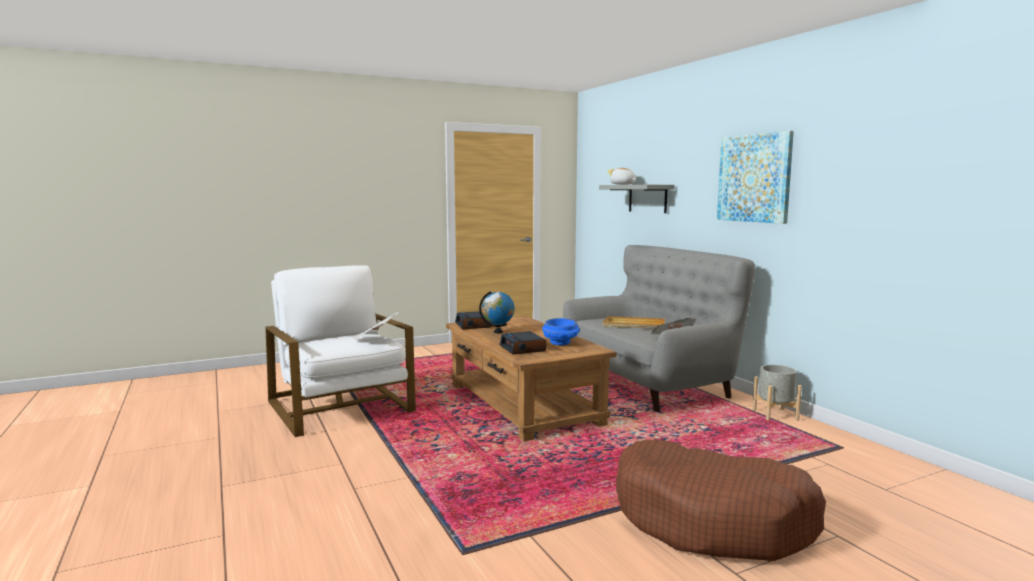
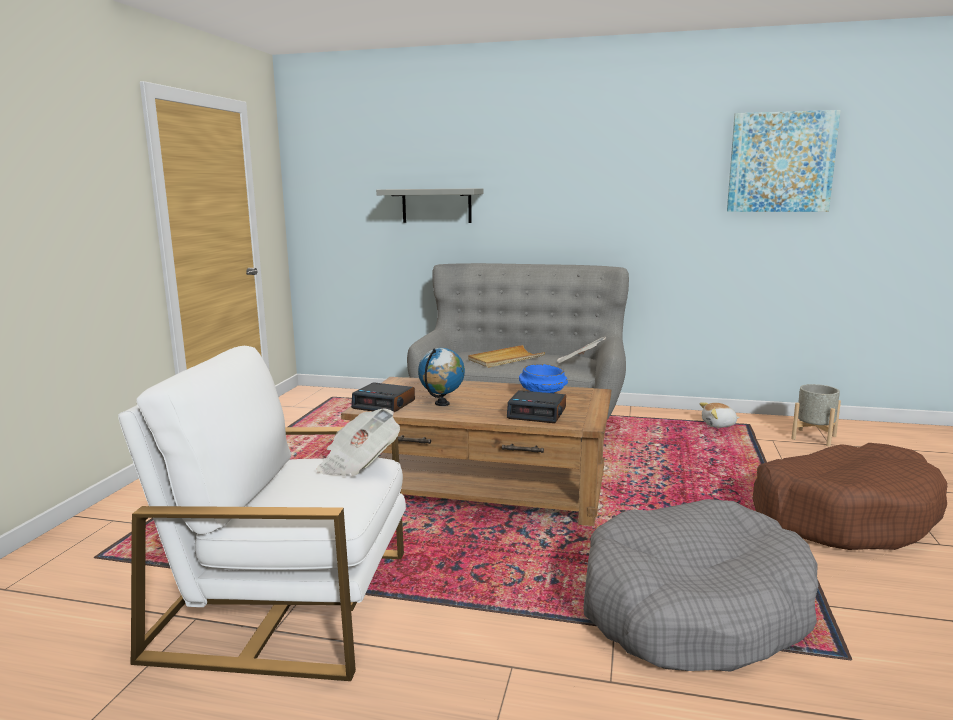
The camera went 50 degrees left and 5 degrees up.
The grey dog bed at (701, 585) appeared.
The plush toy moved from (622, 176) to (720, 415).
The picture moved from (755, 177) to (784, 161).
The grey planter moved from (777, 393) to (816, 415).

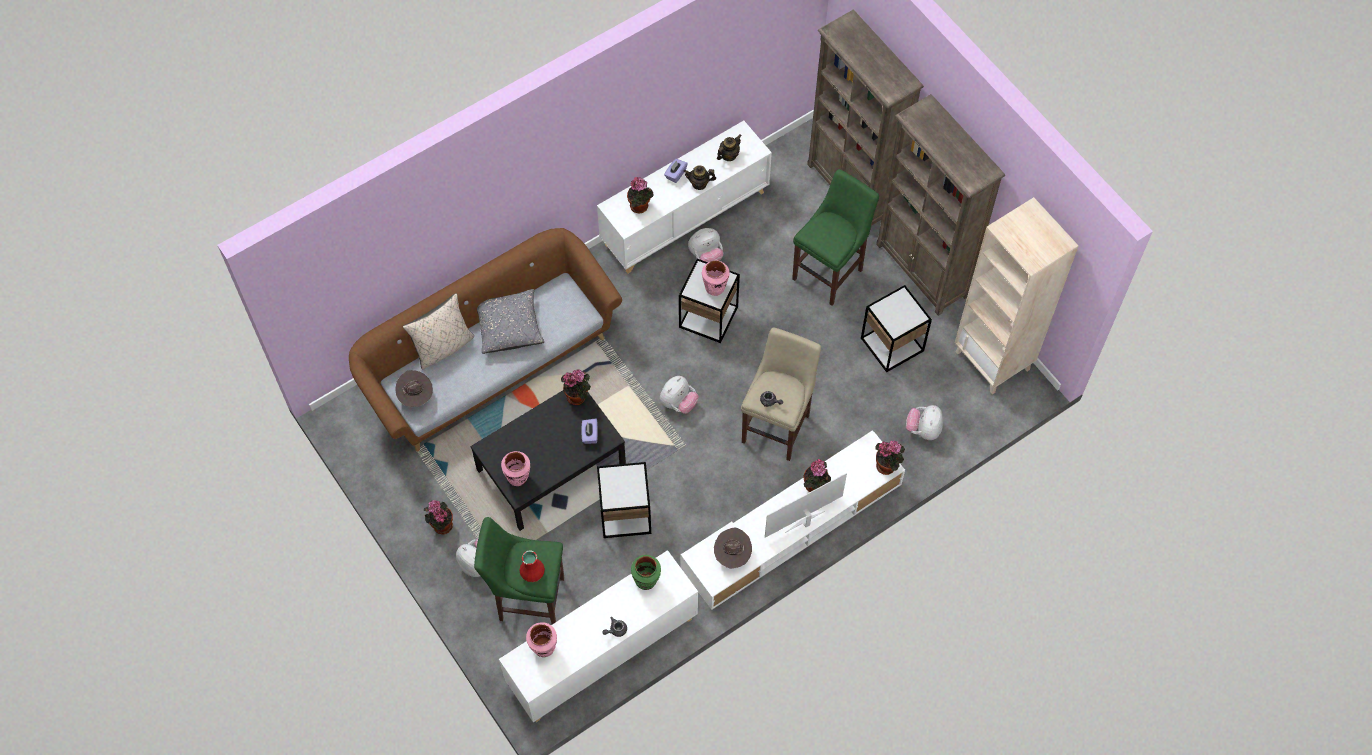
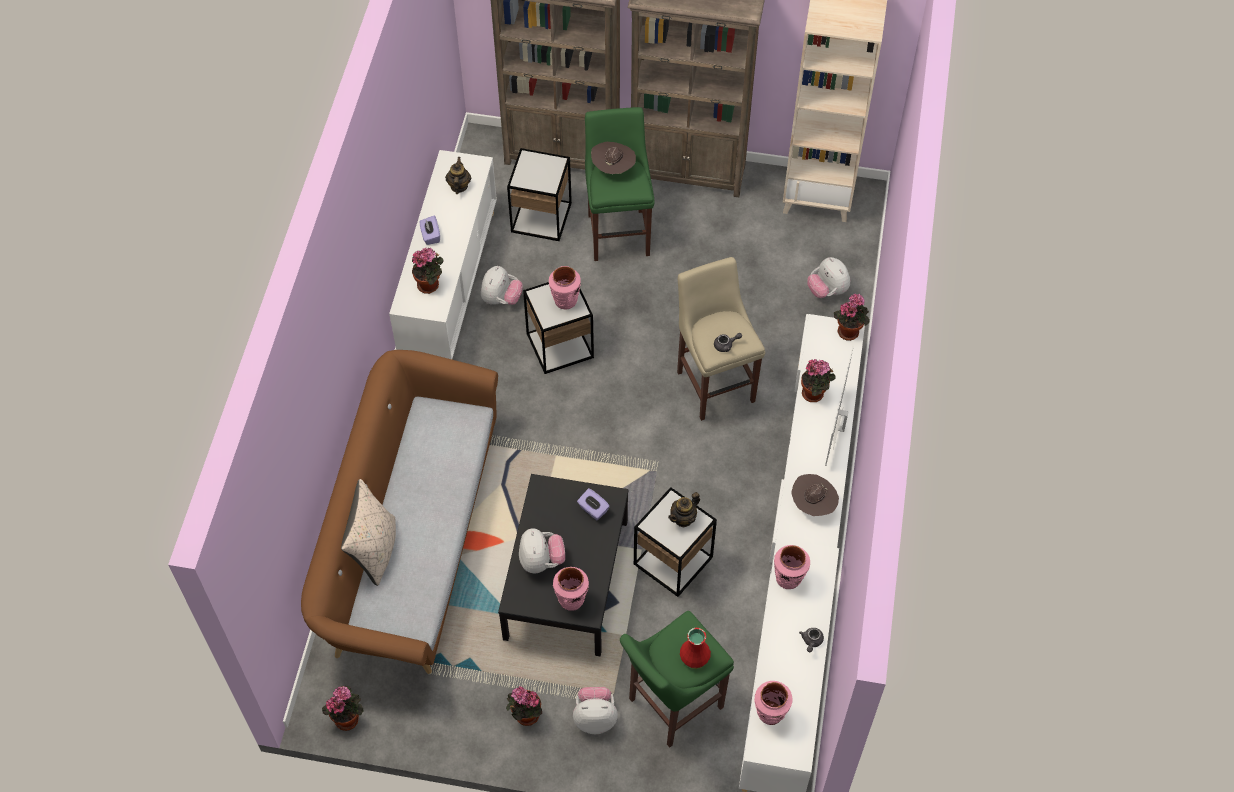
The camera went 45 degrees left and 5 degrees down.
The potted plant moved from (576, 387) to (342, 708).
The side table moved from (896, 328) to (539, 194).
The plush toy moved from (679, 395) to (542, 550).
The brown hat moved from (414, 388) to (613, 158).
The teapot moved from (699, 177) to (684, 510).
The green vase at (646, 572) became the pink vase at (792, 567).
The grey pillow at (510, 321) disappeared.

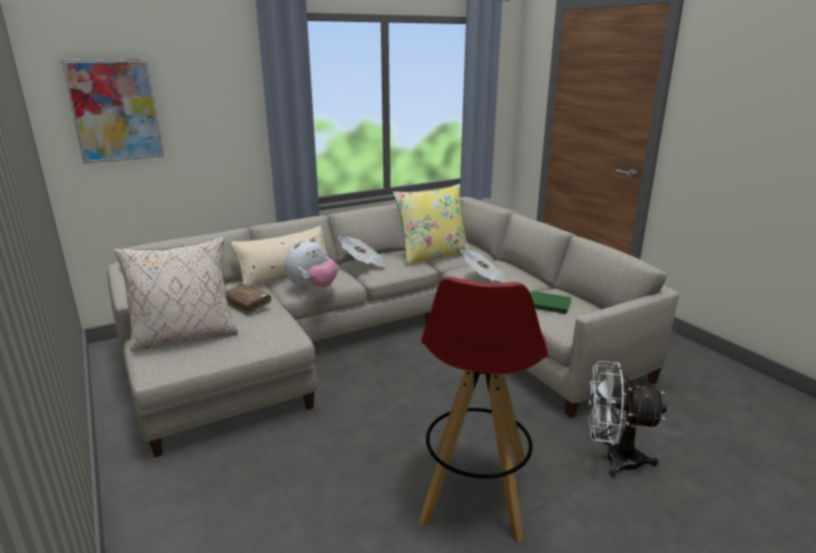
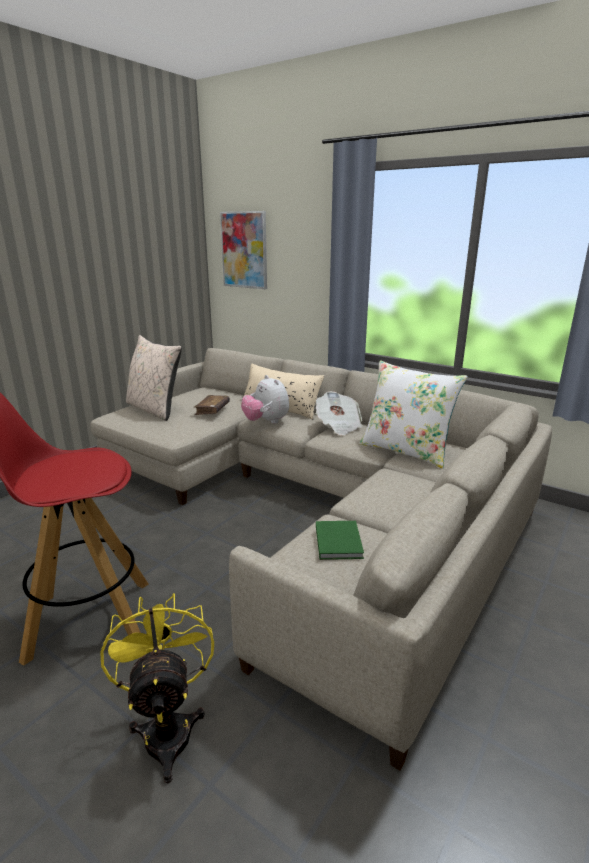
The camera went 65 degrees right and 0 degrees up.
The white fan at (627, 419) became the yellow fan at (157, 688).
The plush toy at (311, 264) turned 45 degrees clockwise.
The yellow pillow at (431, 225) became the white pillow at (413, 414).
The newspaper at (484, 266) disappeared.

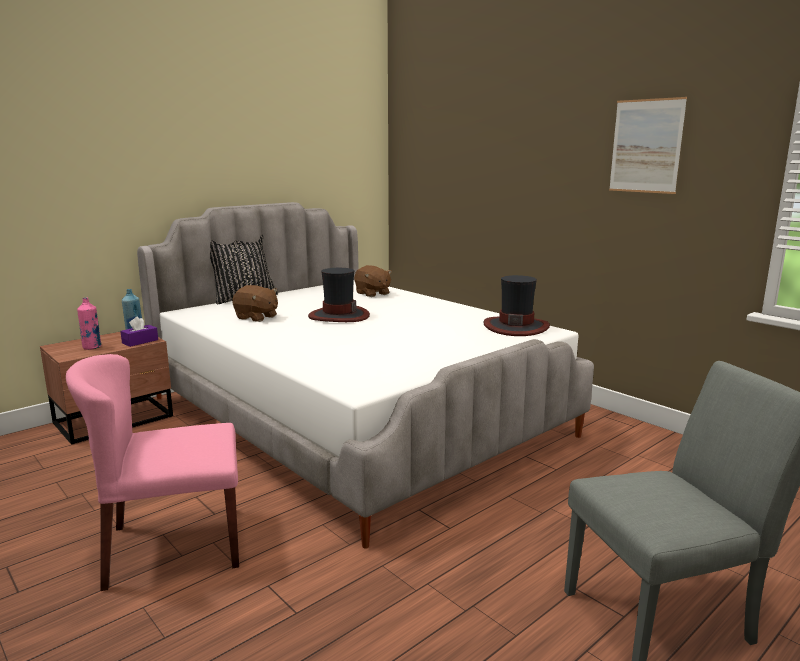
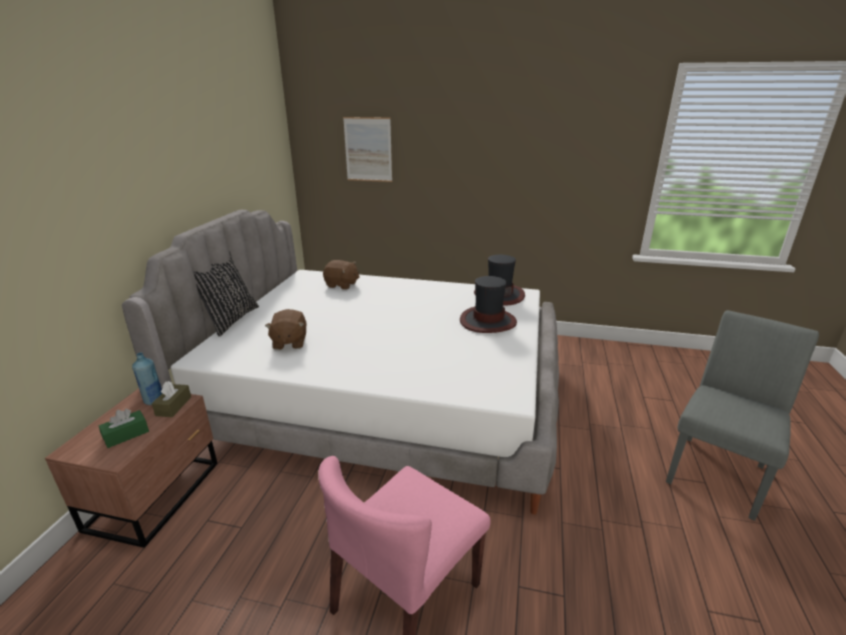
The camera went 35 degrees left and 10 degrees up.
The pink bottle at (89, 323) was replaced by the green tissue box at (124, 428).
The purple tissue box at (139, 331) became the brown tissue box at (171, 399).
The brown plush toy at (255, 303) turned 90 degrees clockwise.
The picture moved from (648, 145) to (367, 149).
The hat moved from (339, 295) to (488, 304).

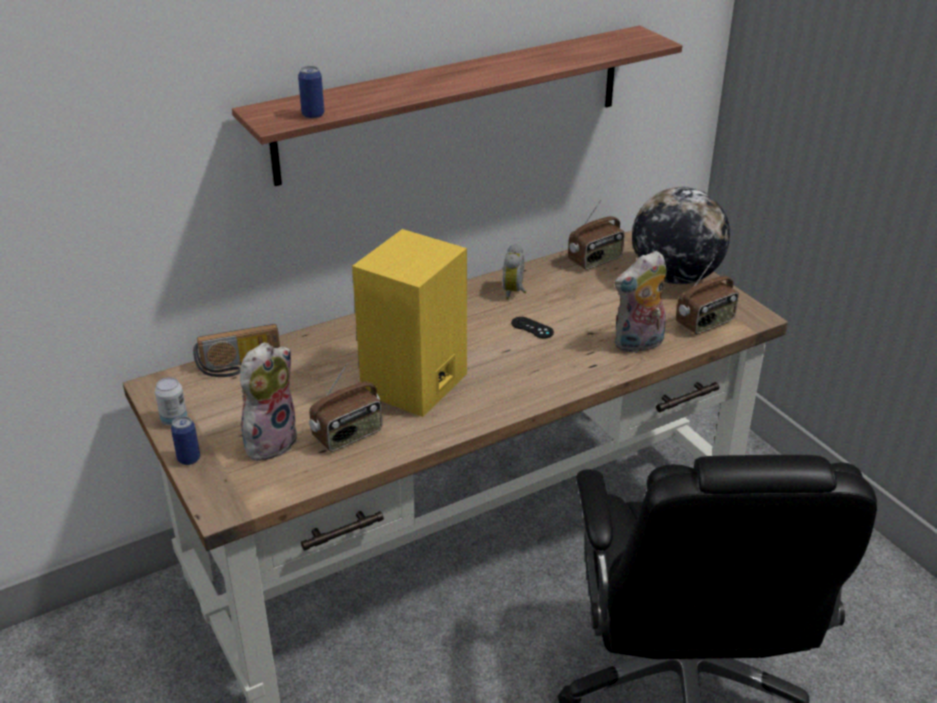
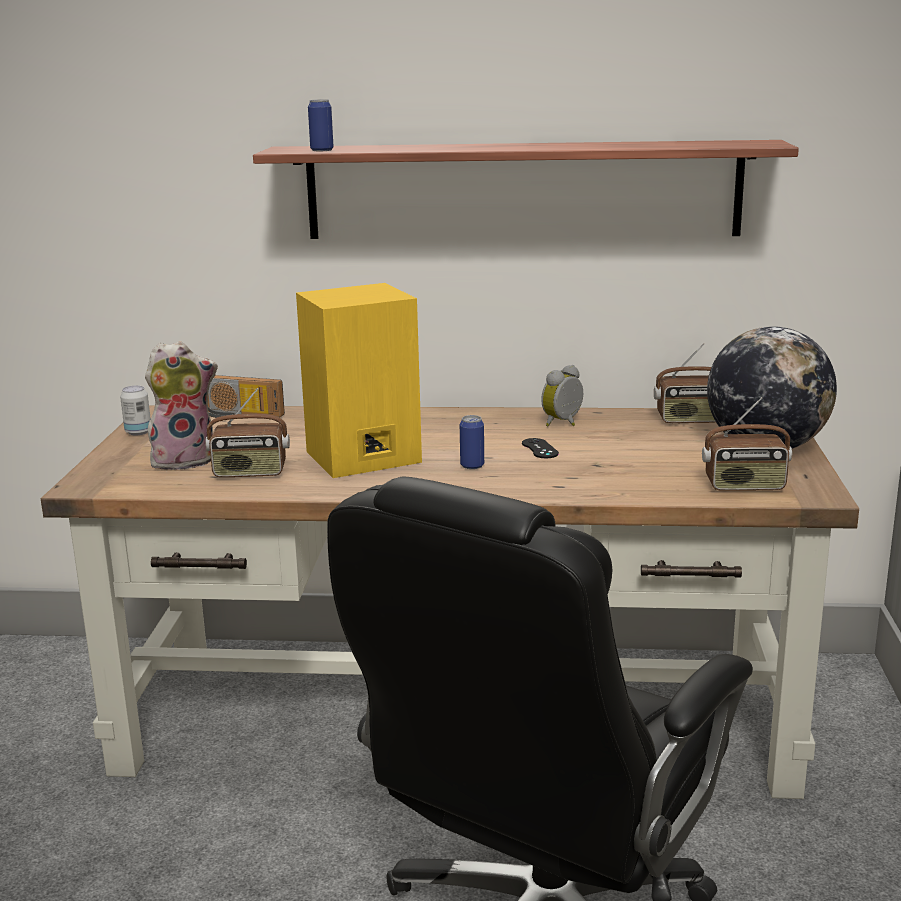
The camera went 35 degrees right and 15 degrees down.
The can moved from (185, 440) to (472, 442).
The plush toy at (640, 302) disappeared.

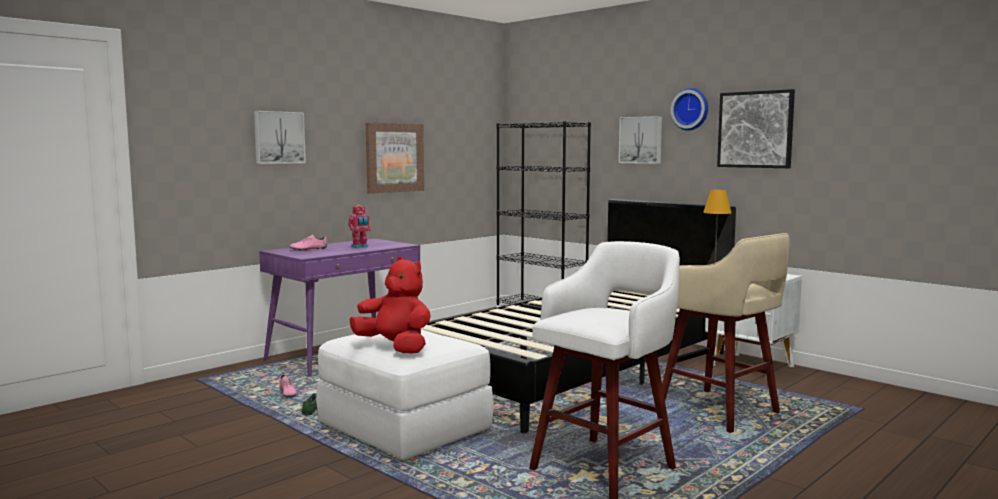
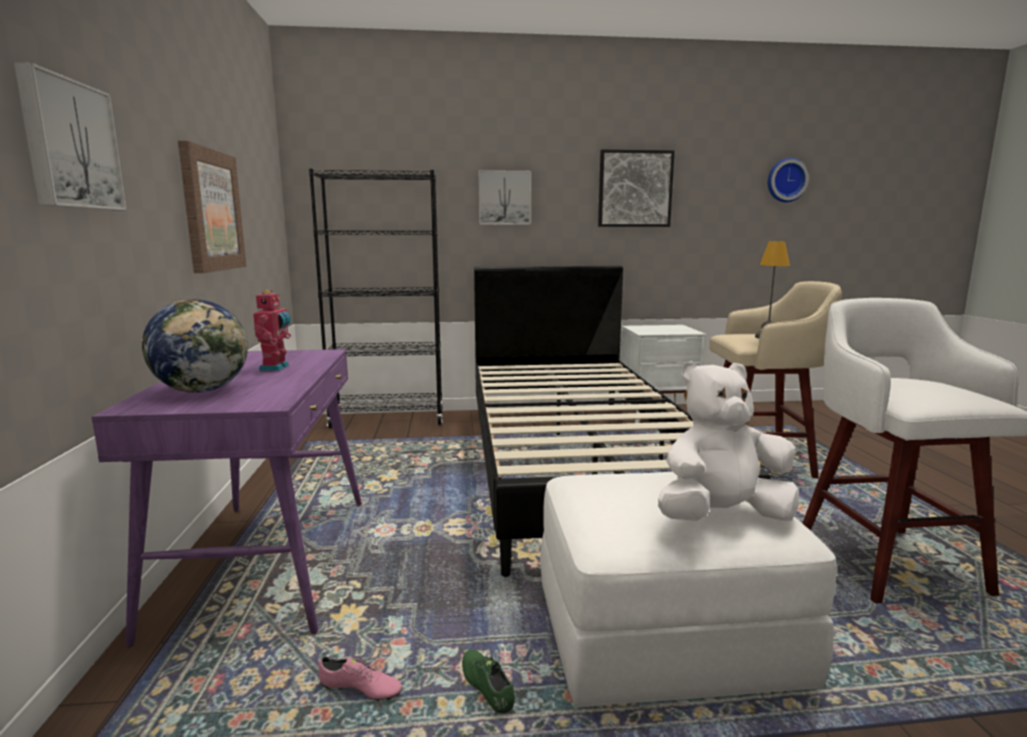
The camera went 50 degrees left and 5 degrees up.
The pink shoe at (308, 242) was replaced by the globe at (194, 346).
The red plush toy at (390, 305) became the white plush toy at (728, 441).
The wall clock moved from (689, 109) to (788, 180).

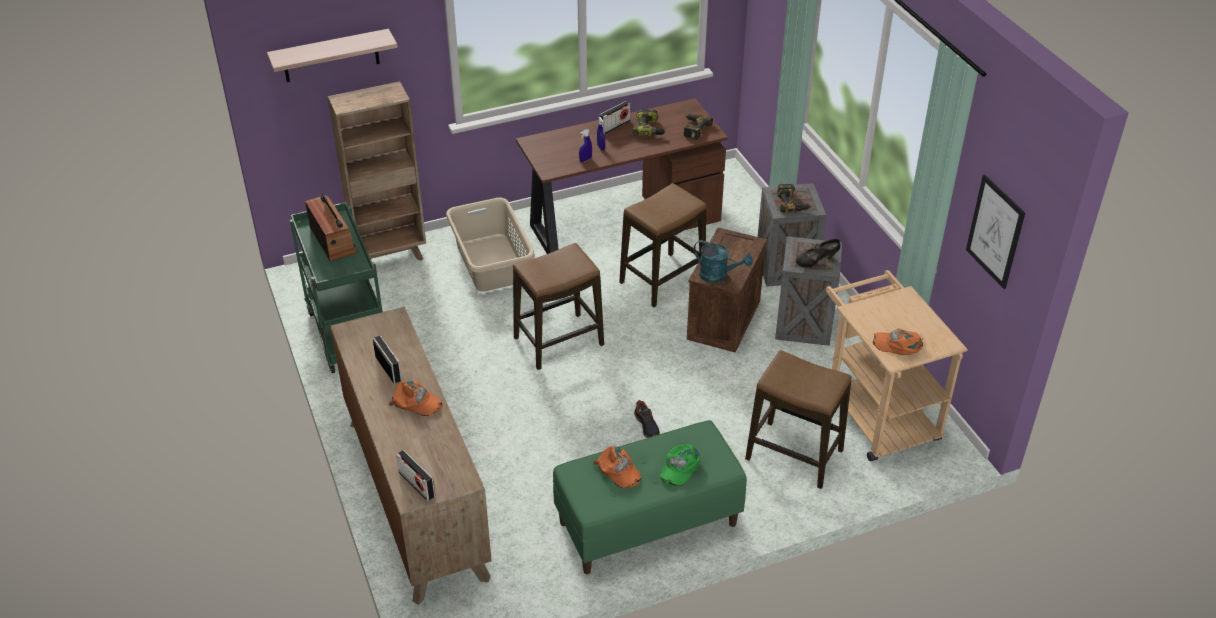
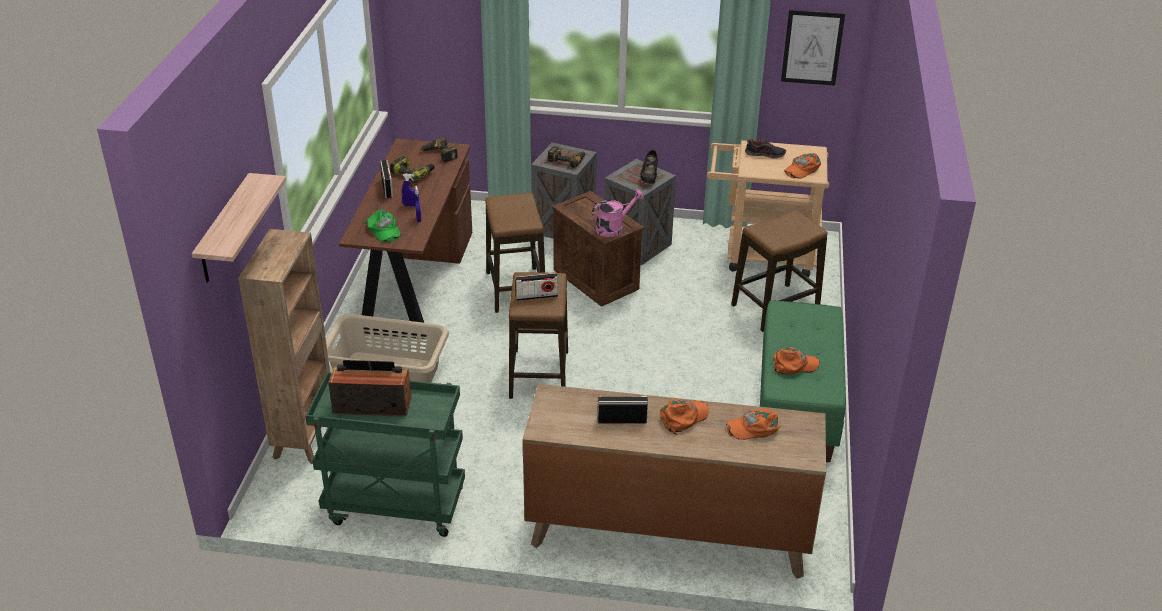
The camera went 60 degrees left and 5 degrees down.
The green cap moved from (680, 465) to (383, 225).
The radio moved from (415, 475) to (536, 287).
The turquoise watering can at (723, 261) became the pink watering can at (618, 213).
The orange cap at (753, 424) appeared.
The shoe moved from (647, 419) to (765, 149).

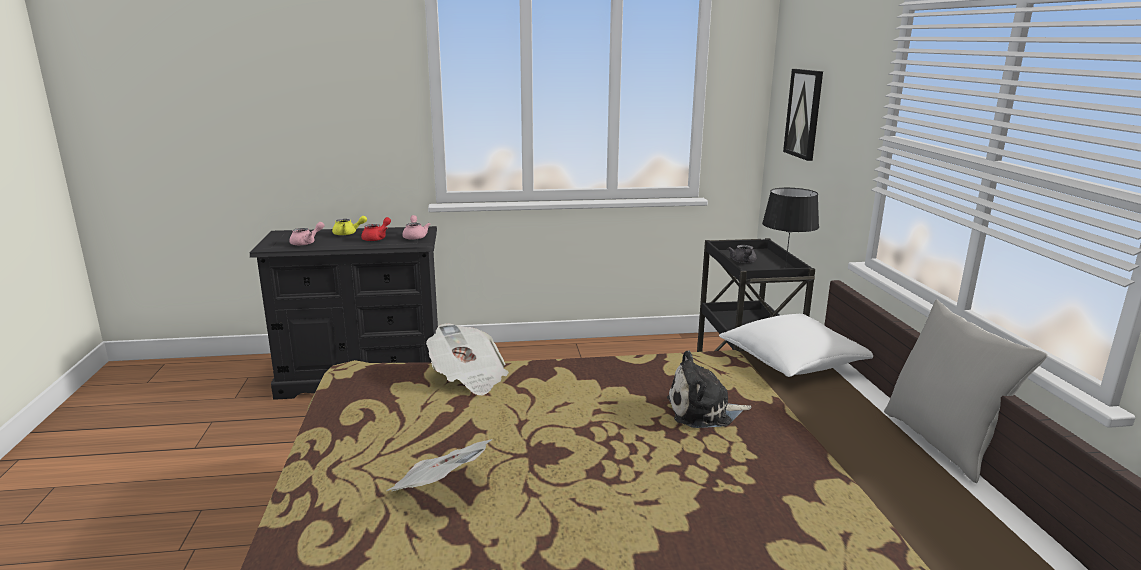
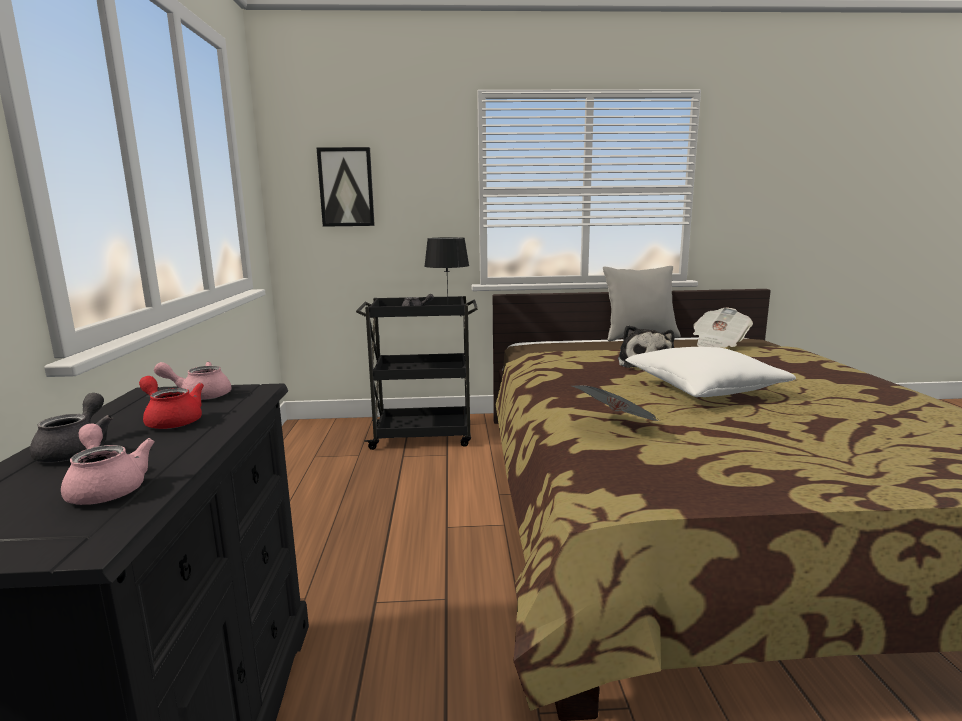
The camera went 85 degrees left and 5 degrees down.
The yellow teapot at (349, 226) became the grey teapot at (71, 427).
The white pillow moved from (796, 345) to (710, 372).
The newspaper moved from (440, 465) to (723, 328).

